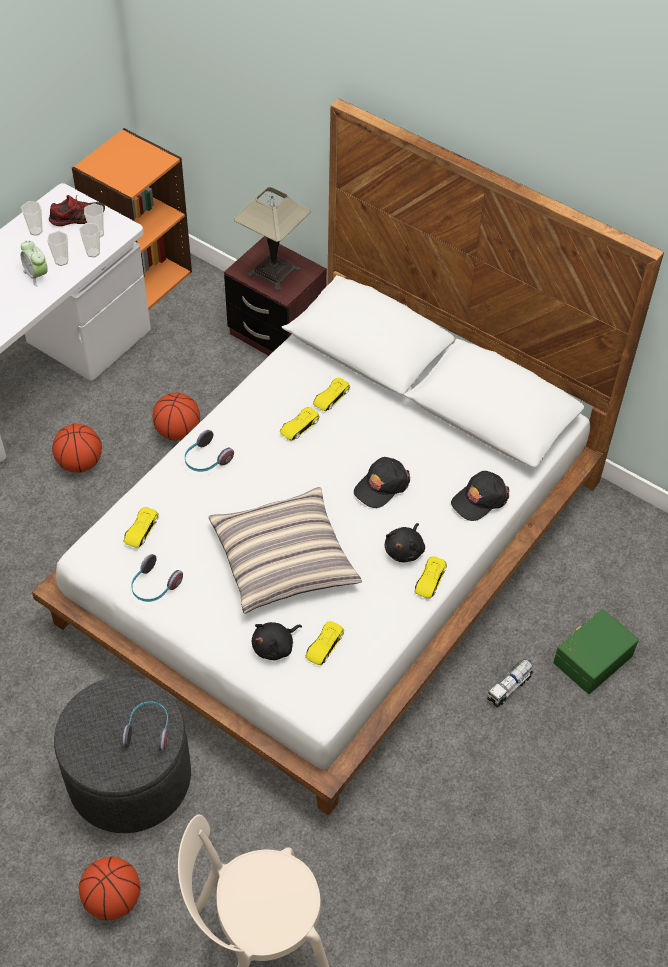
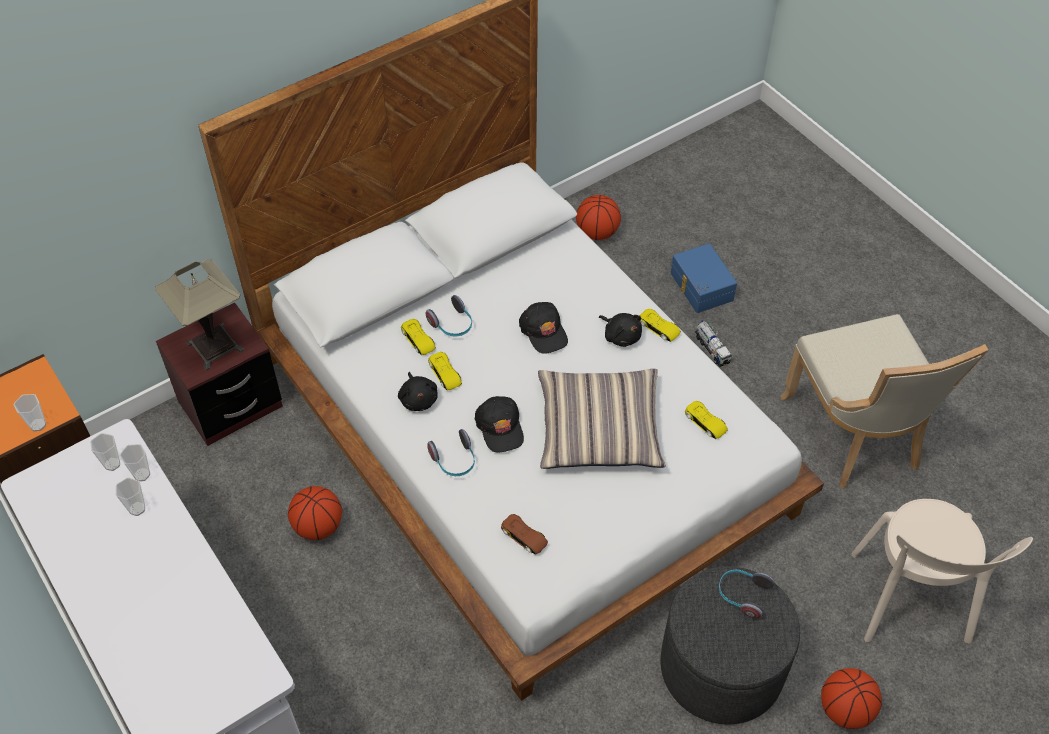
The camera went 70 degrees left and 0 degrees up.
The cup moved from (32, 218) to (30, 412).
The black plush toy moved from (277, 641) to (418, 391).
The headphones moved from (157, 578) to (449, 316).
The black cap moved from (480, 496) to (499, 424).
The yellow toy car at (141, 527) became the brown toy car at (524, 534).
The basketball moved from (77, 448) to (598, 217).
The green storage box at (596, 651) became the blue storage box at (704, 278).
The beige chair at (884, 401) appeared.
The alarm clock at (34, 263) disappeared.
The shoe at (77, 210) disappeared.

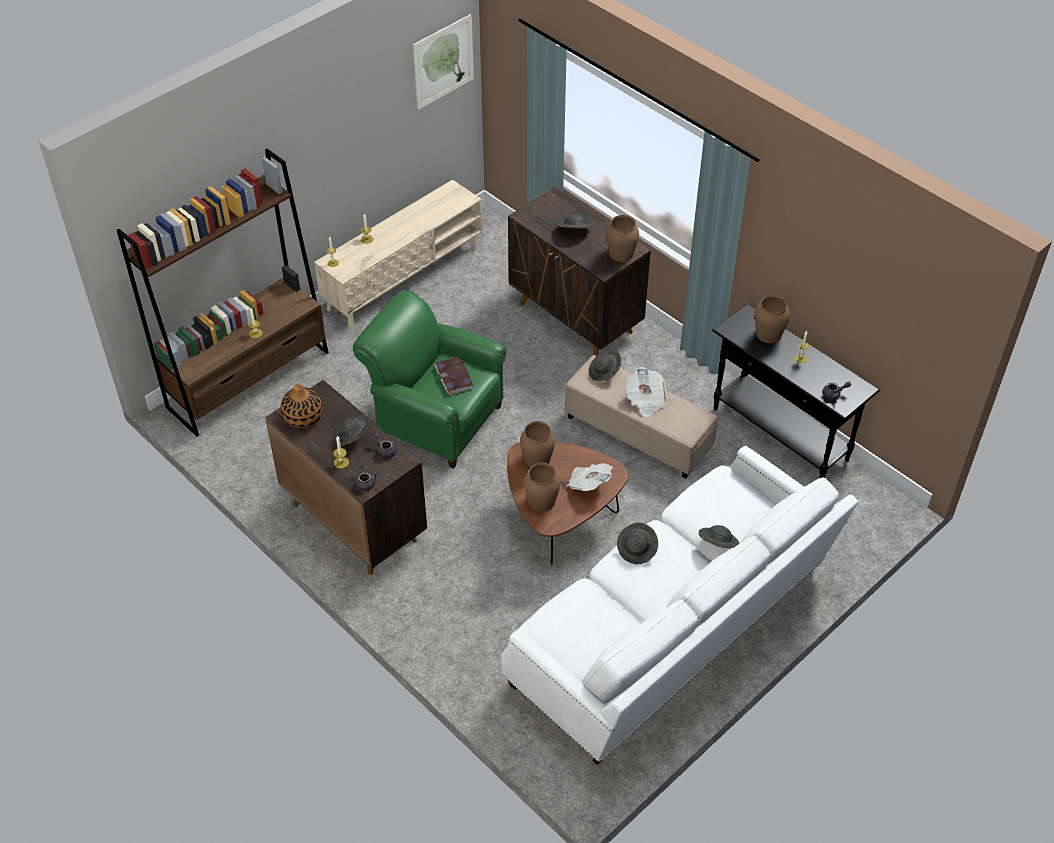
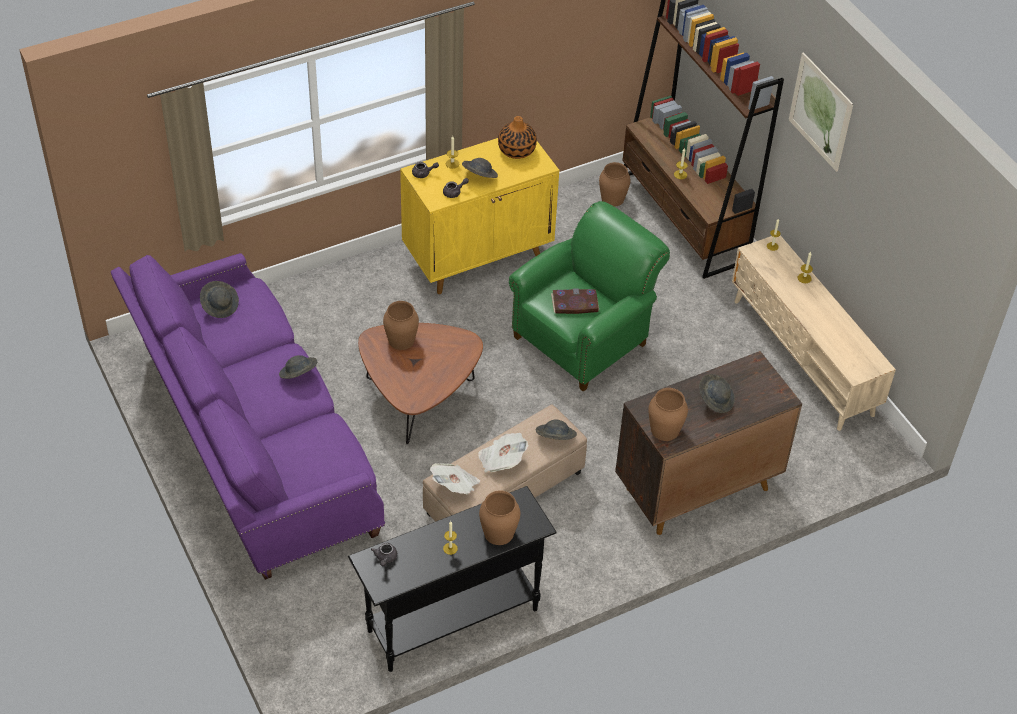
The camera went 105 degrees right and 0 degrees up.
The white sofa at (679, 605) became the purple sofa at (248, 416).
The grey hat moved from (718, 536) to (219, 299).
The brown cabinet at (346, 477) became the yellow cabinet at (479, 216).
The newspaper moved from (590, 477) to (455, 478).
The brown vase moved from (537, 444) to (615, 184).
The picture moved from (443, 62) to (821, 112).

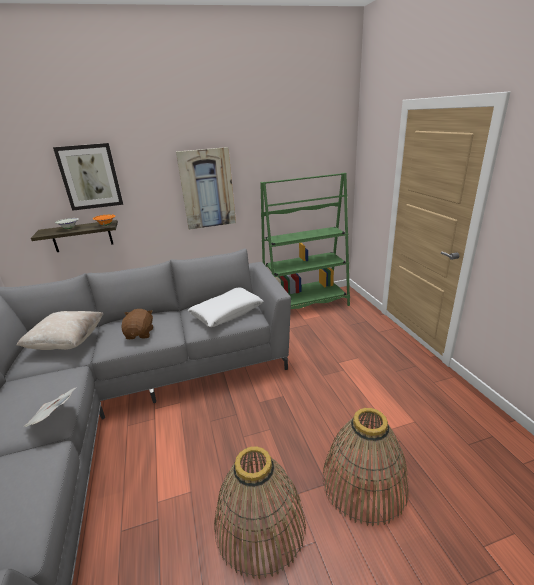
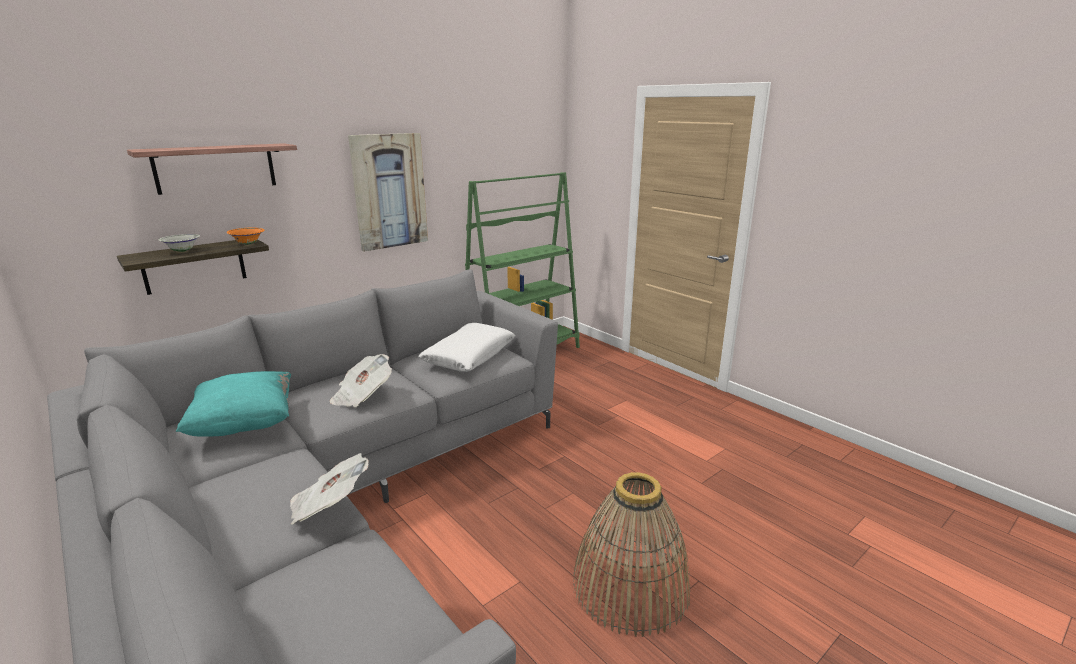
The camera went 25 degrees left and 5 degrees down.
The picture at (88, 177) was replaced by the shelf at (212, 169).
The beige pillow at (60, 330) became the turquoise pillow at (233, 404).
The brown plush toy at (137, 324) was replaced by the newspaper at (361, 380).
The basket at (365, 467) disappeared.

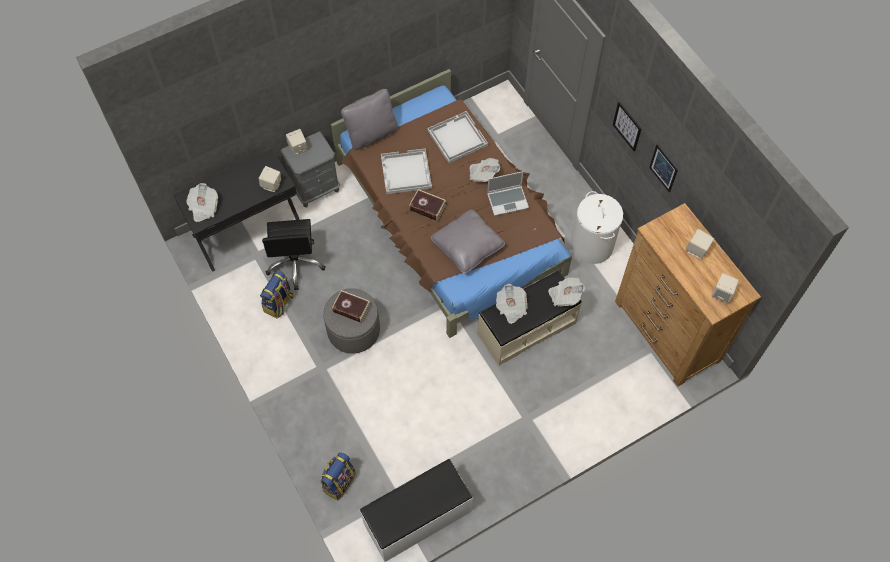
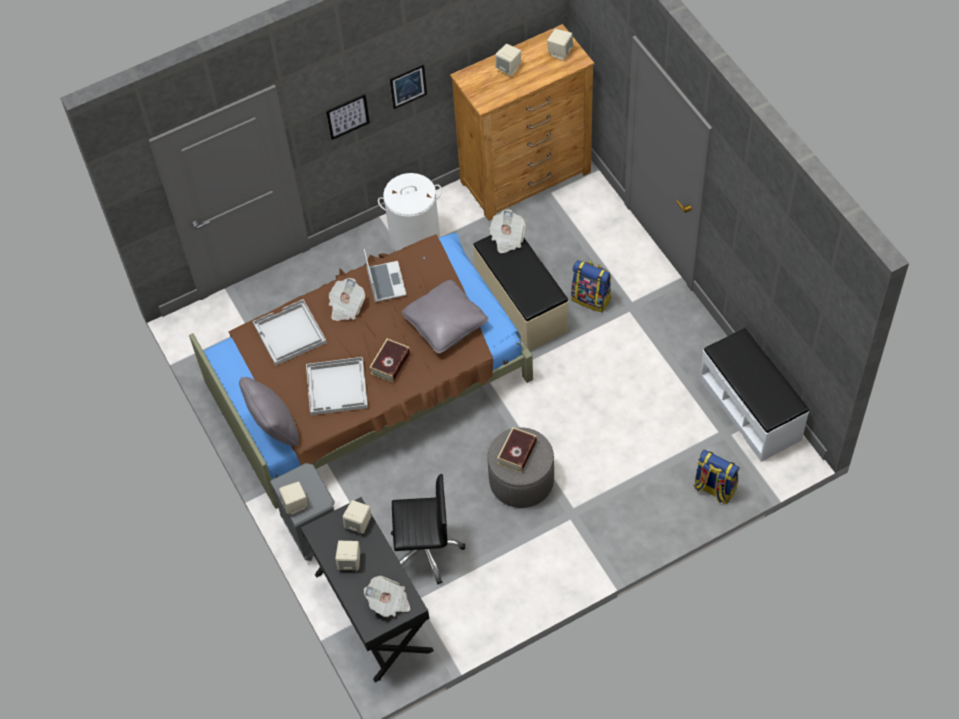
The camera went 85 degrees left and 5 degrees down.
The beige speaker at (347, 555) appeared.
The backpack moved from (277, 294) to (591, 286).
The newspaper at (511, 304) disappeared.

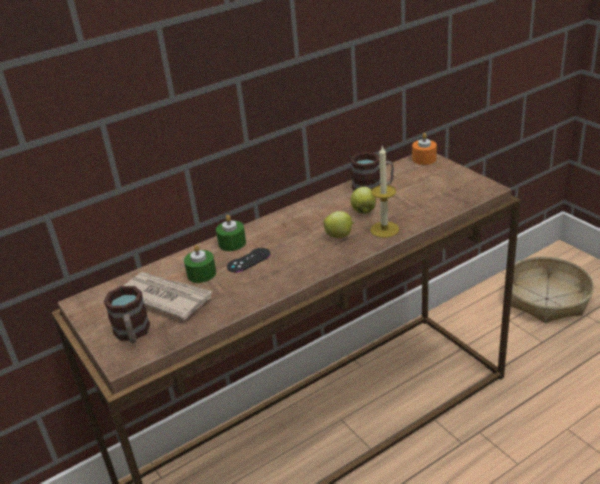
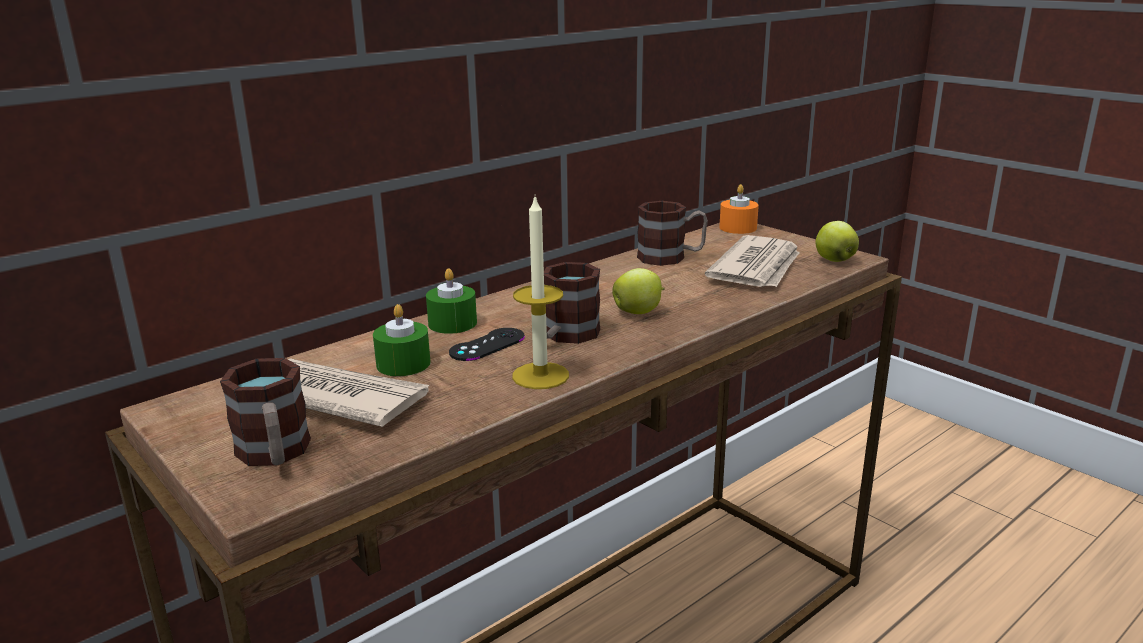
The camera went 10 degrees left and 10 degrees down.
The candle moved from (384, 191) to (540, 293).
The mug at (572, 303) appeared.
The newspaper at (752, 261) appeared.
The apple moved from (363, 200) to (837, 241).
The basket at (549, 290) disappeared.

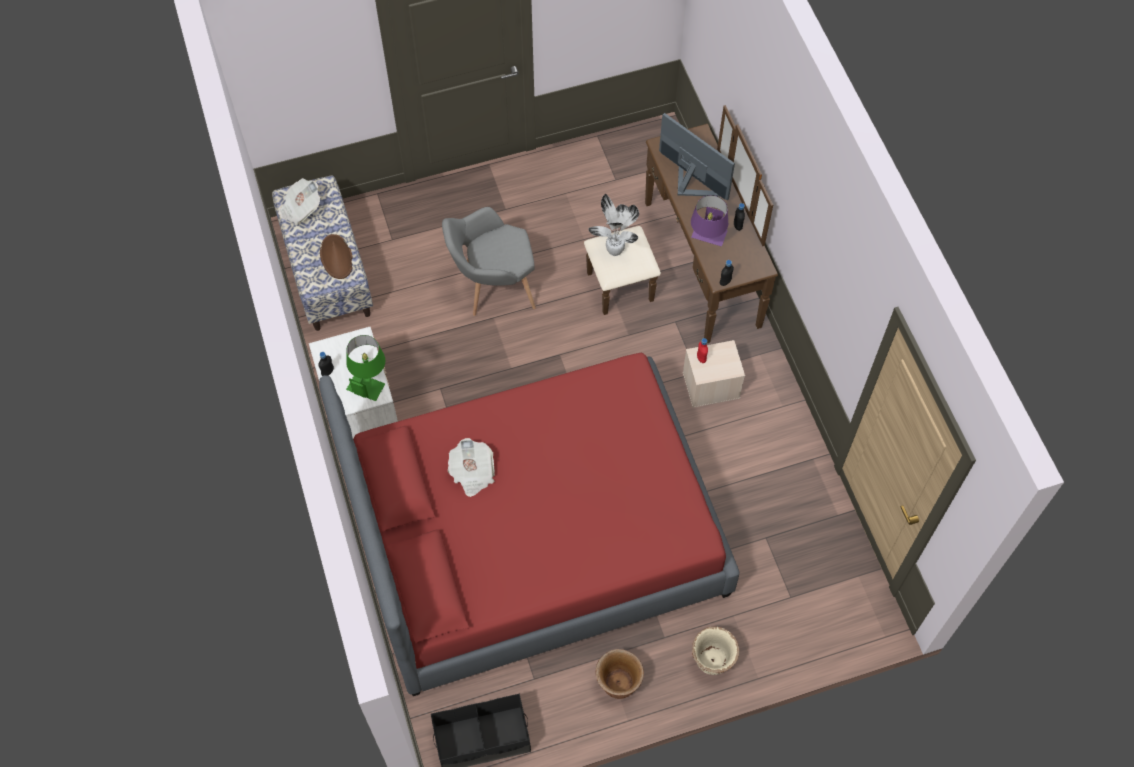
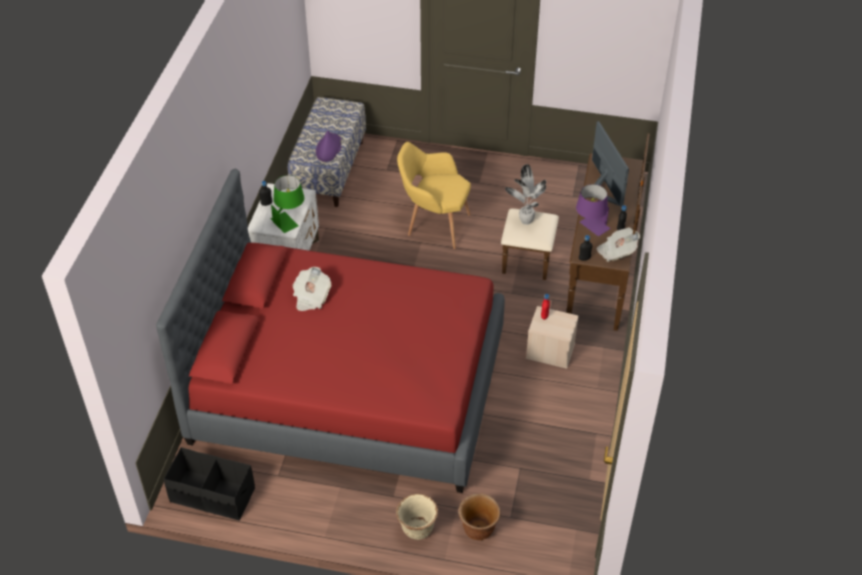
The camera went 30 degrees right and 15 degrees down.
The brown hat at (336, 256) became the purple hat at (329, 146).
The grey armchair at (489, 261) became the yellow armchair at (434, 195).
The brown planter moved from (620, 674) to (479, 516).
The newspaper moved from (299, 201) to (618, 245).

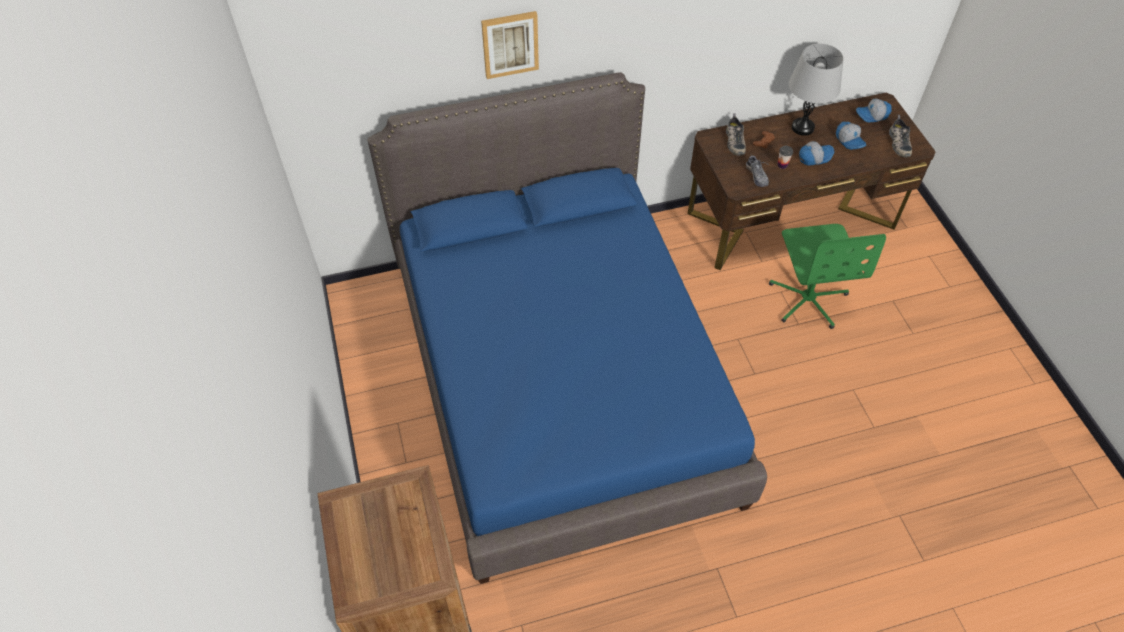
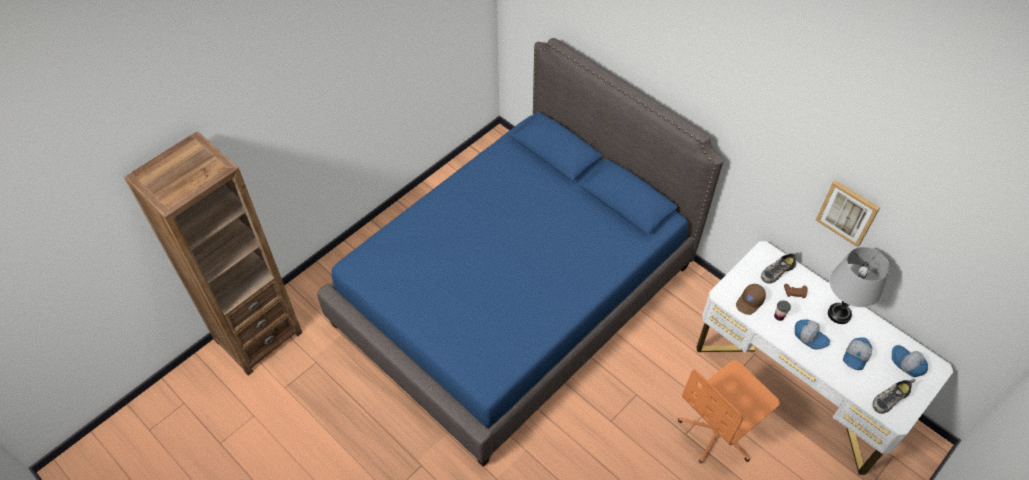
The camera went 60 degrees right and 0 degrees up.
The green office chair at (827, 276) became the orange office chair at (729, 411).
The brown desk at (811, 181) became the white desk at (825, 358).
The shoe at (757, 171) was replaced by the brown cap at (751, 299).
The picture moved from (510, 45) to (848, 213).

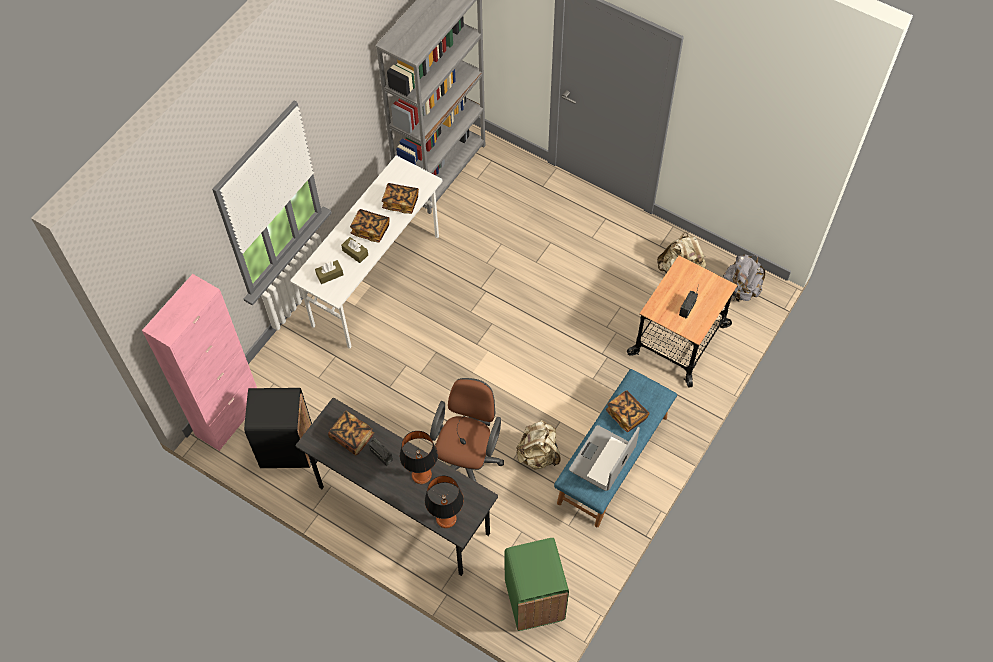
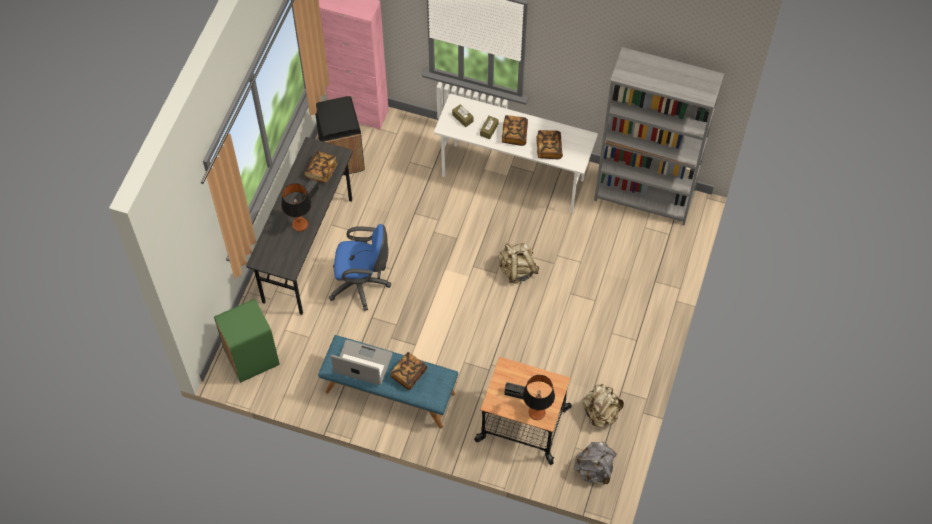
The camera went 75 degrees right and 0 degrees up.
The brown office chair at (467, 430) became the blue office chair at (360, 267).
The beige backpack moved from (538, 444) to (518, 263).
The table lamp moved from (444, 502) to (539, 397).

